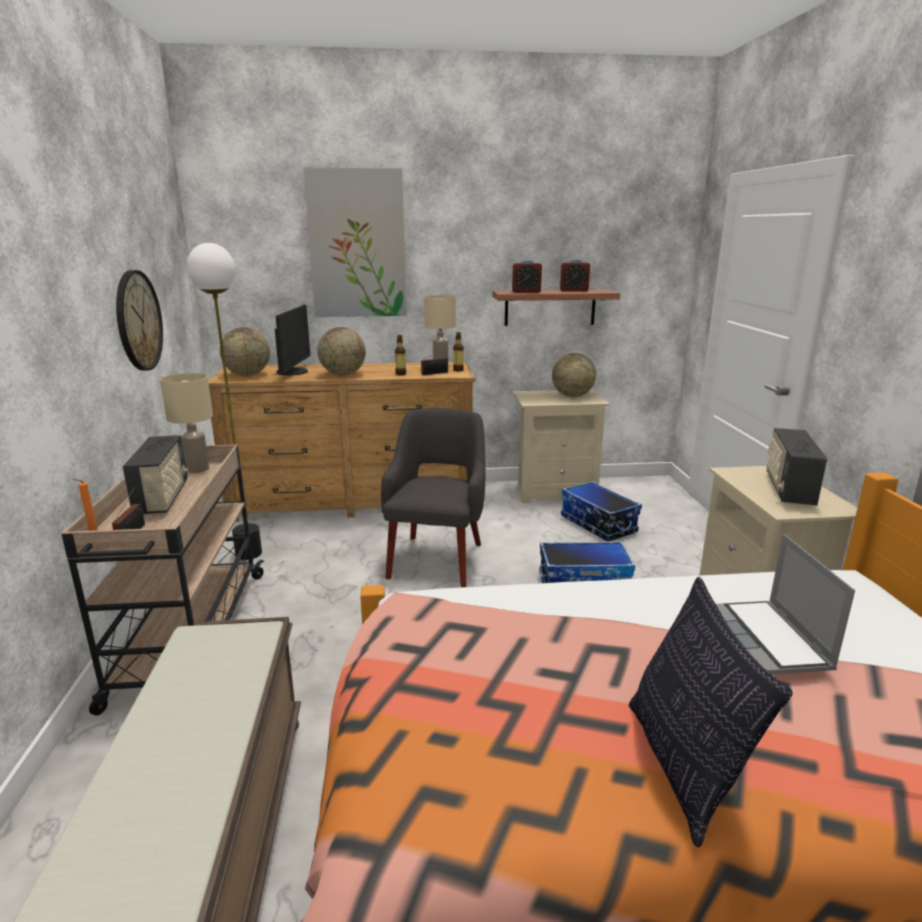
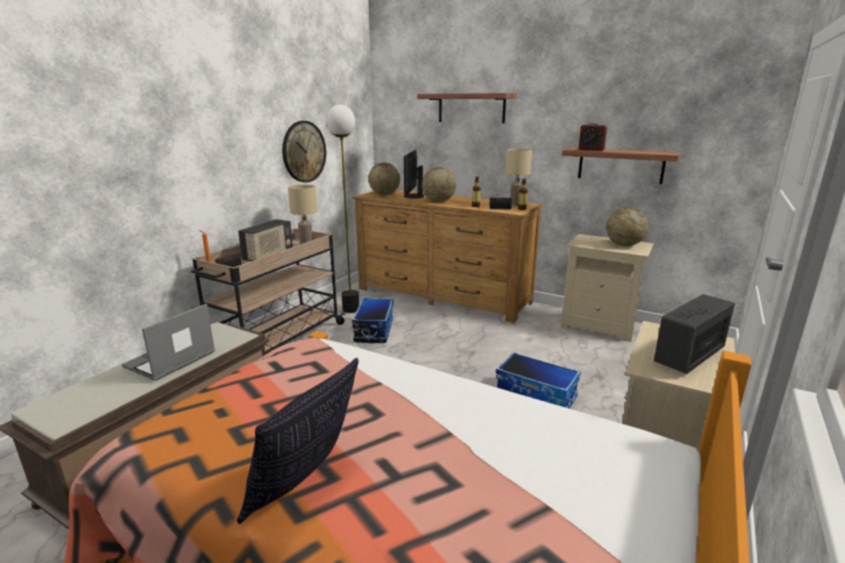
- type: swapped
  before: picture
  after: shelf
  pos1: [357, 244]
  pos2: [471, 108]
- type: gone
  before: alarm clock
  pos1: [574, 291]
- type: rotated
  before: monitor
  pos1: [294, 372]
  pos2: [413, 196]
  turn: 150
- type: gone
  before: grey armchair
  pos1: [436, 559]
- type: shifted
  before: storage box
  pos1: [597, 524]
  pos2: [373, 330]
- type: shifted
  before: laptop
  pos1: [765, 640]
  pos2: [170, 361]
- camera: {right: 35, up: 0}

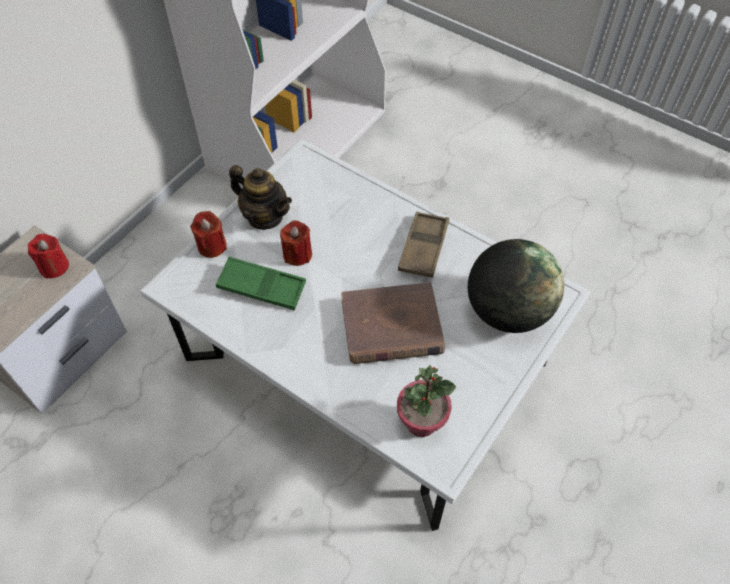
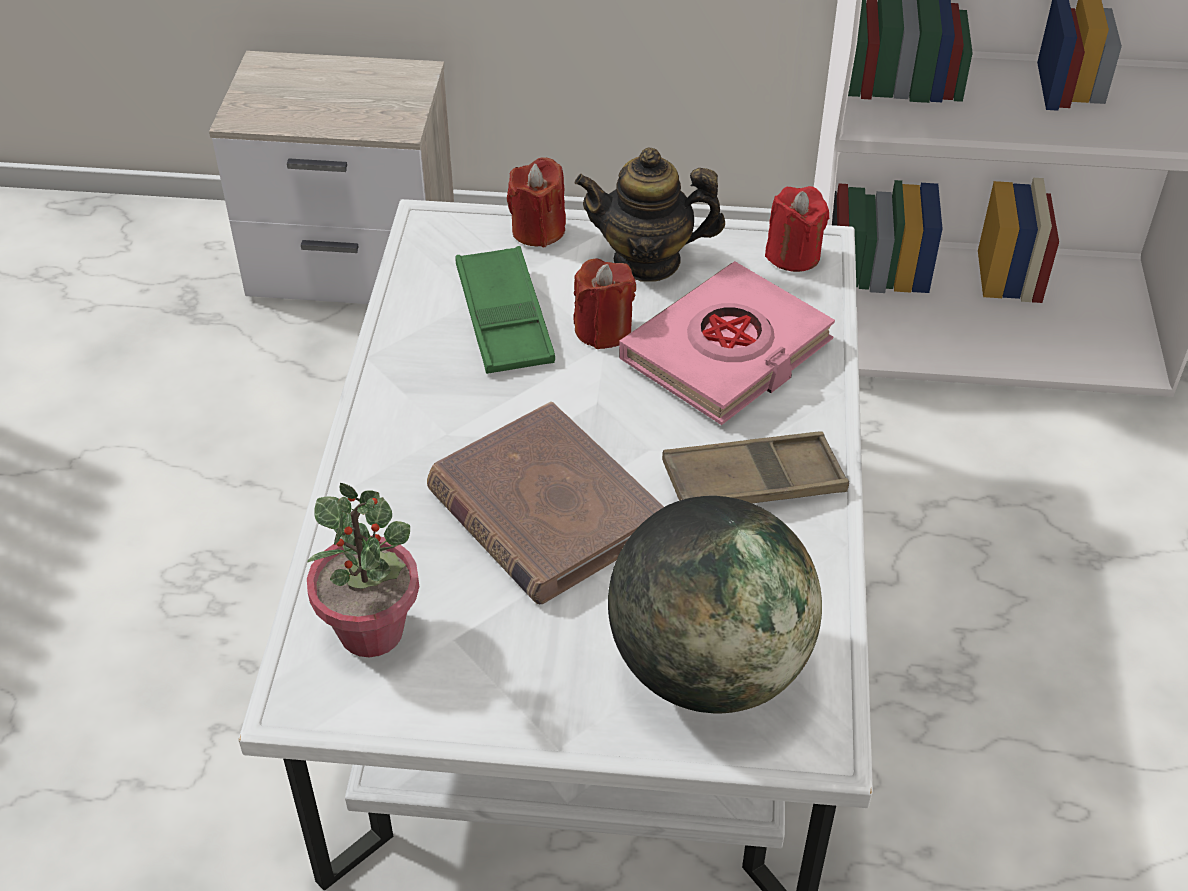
- type: rotated
  before: teapot
  pos1: [265, 217]
  pos2: [647, 261]
  turn: 90
- type: shifted
  before: red candle
  pos1: [54, 266]
  pos2: [793, 255]
- type: new
  after: pink book
  pos2: [727, 352]
- camera: {right: 60, up: -10}

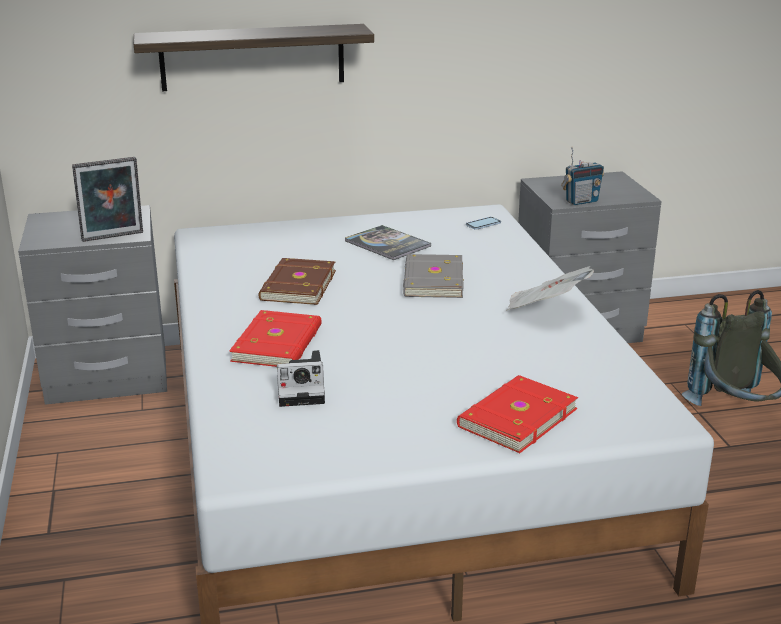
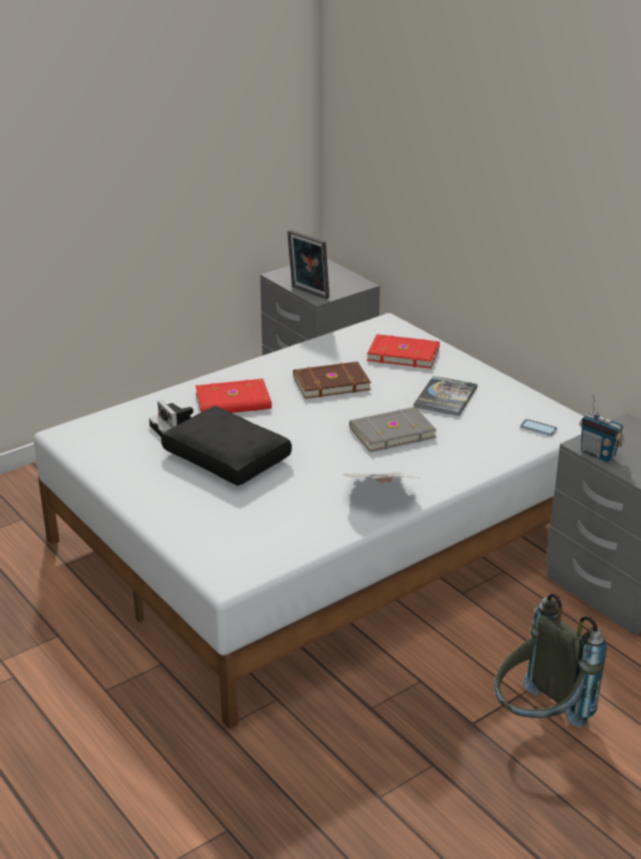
- type: gone
  before: shelf
  pos1: [252, 57]
- type: shifted
  before: red book
  pos1: [515, 417]
  pos2: [403, 354]
- type: new
  after: black pillow
  pos2: [228, 457]
- camera: {right: 65, up: 5}

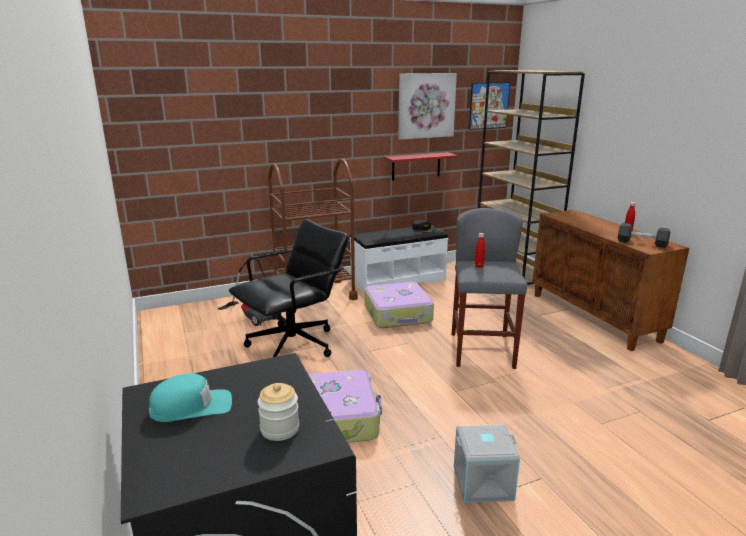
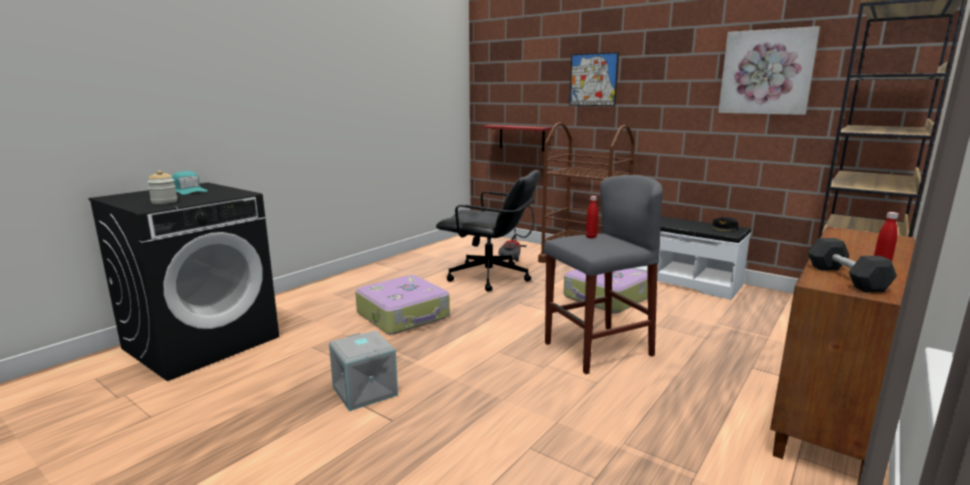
- type: shifted
  before: picture
  pos1: [489, 105]
  pos2: [593, 80]
- type: shifted
  before: red shelf
  pos1: [416, 166]
  pos2: [521, 137]
- camera: {right: 60, up: -5}

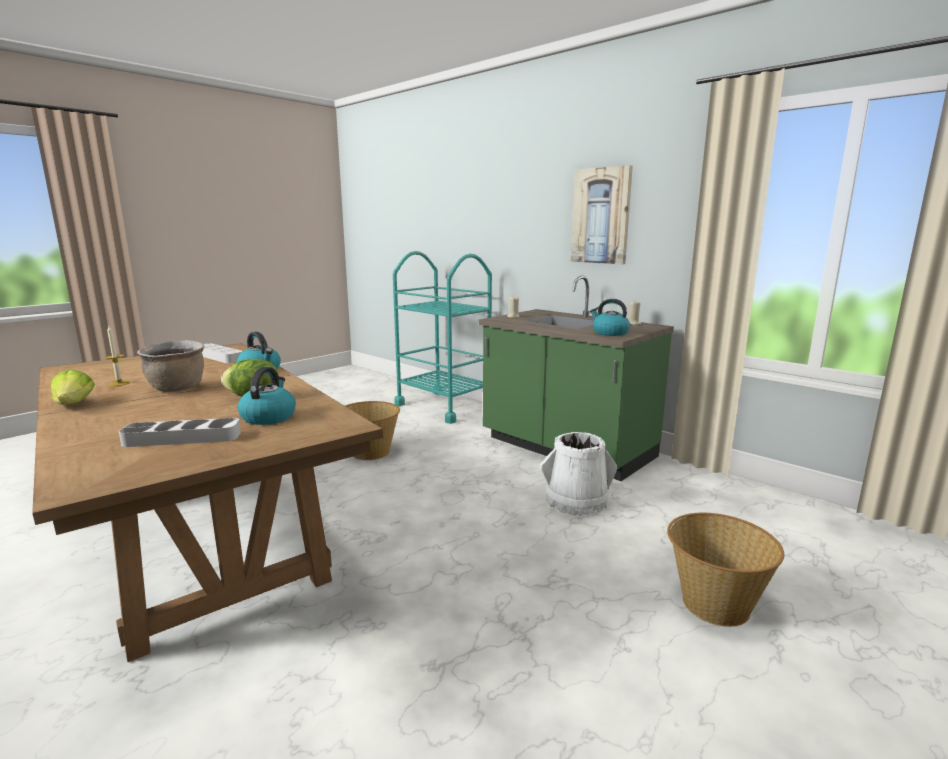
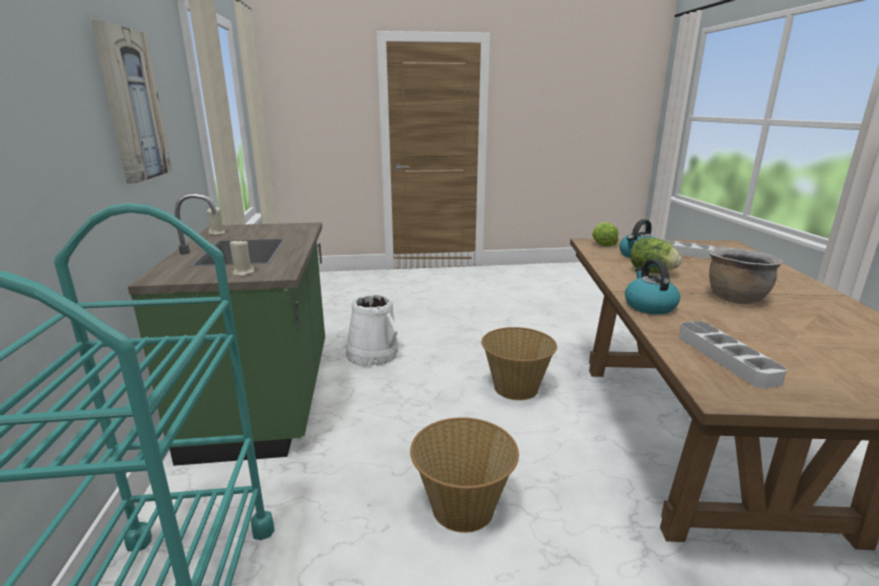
- type: gone
  before: kettle
  pos1: [609, 333]
- type: gone
  before: candle
  pos1: [119, 383]
- type: shifted
  before: lettuce
  pos1: [74, 404]
  pos2: [603, 244]
- type: shifted
  before: basket
  pos1: [714, 603]
  pos2: [515, 388]
- camera: {right: -140, up: 5}

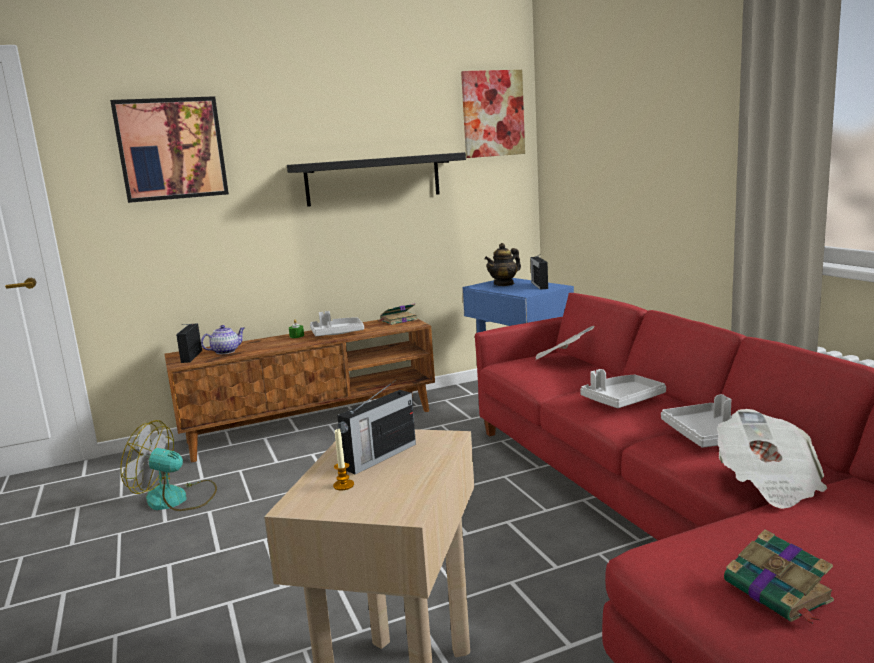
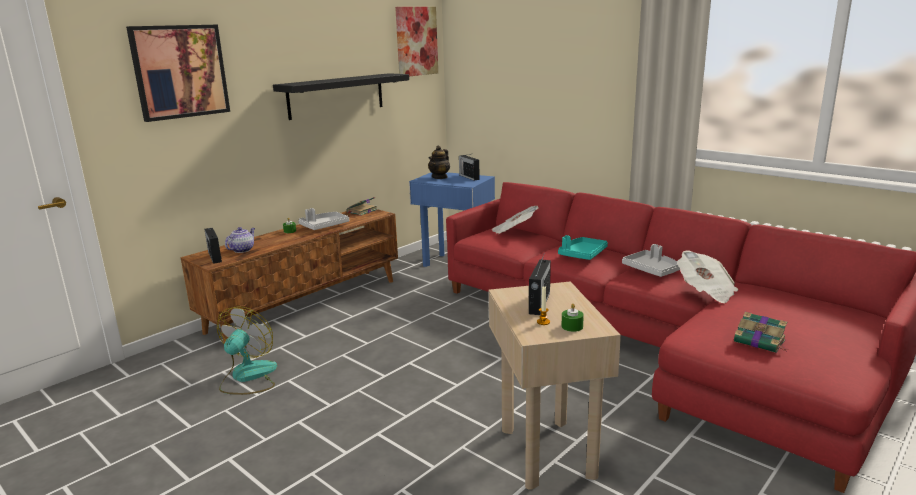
- type: repainted
  before: grey tray
  after: turquoise tray
  pos1: [622, 400]
  pos2: [582, 254]
- type: rotated
  before: fan
  pos1: [176, 499]
  pos2: [248, 377]
  turn: 120
- type: new
  after: green candle
  pos2: [572, 326]
- camera: {right: -25, up: 5}

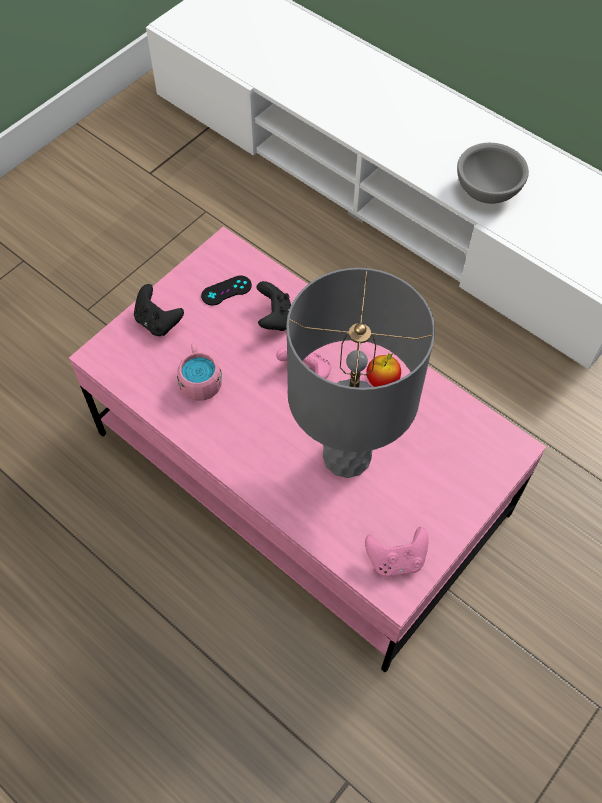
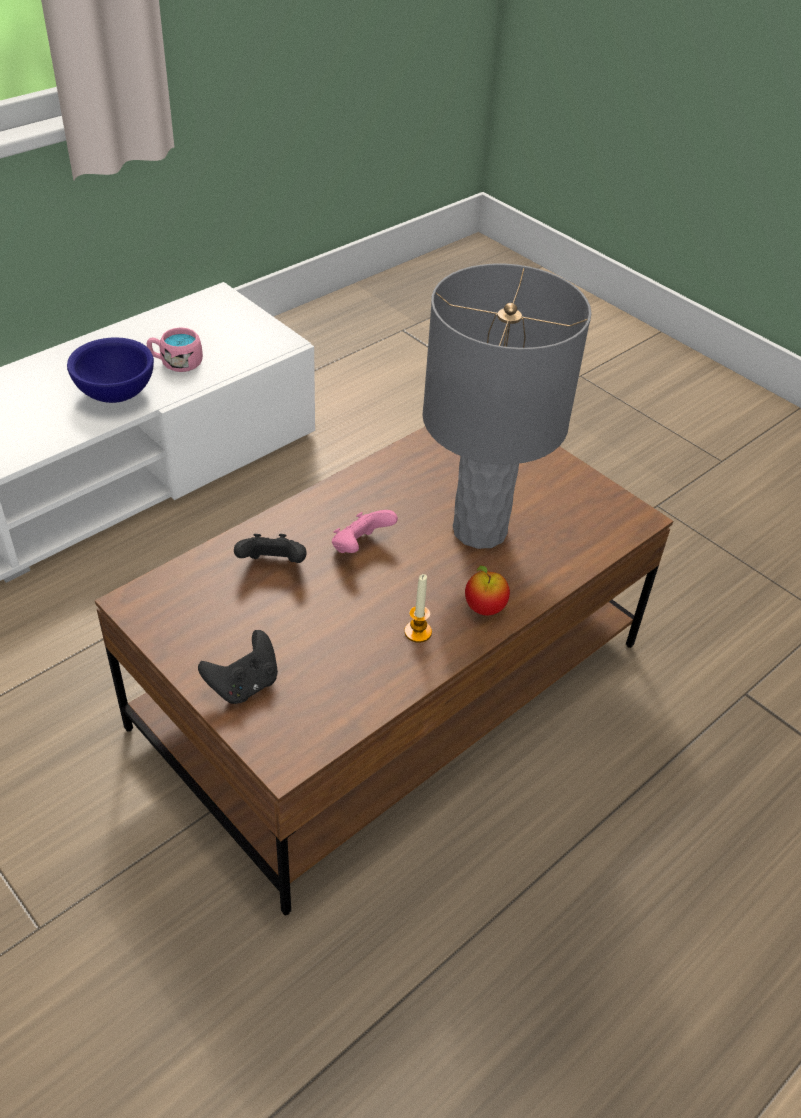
- type: repainted
  before: grey bowl
  after: blue bowl
  pos1: [487, 192]
  pos2: [117, 393]
- type: repainted
  before: pink coffee table
  after: brown coffee table
  pos1: [301, 473]
  pos2: [391, 684]
- type: gone
  before: black game controller
  pos1: [226, 291]
- type: shifted
  before: pink mug
  pos1: [200, 379]
  pos2: [176, 363]
- type: shifted
  before: apple
  pos1: [382, 381]
  pos2: [484, 608]
- type: gone
  before: pink game controller
  pos1: [396, 559]
- type: new
  after: candle
  pos2: [418, 632]
- camera: {right: -85, up: -15}

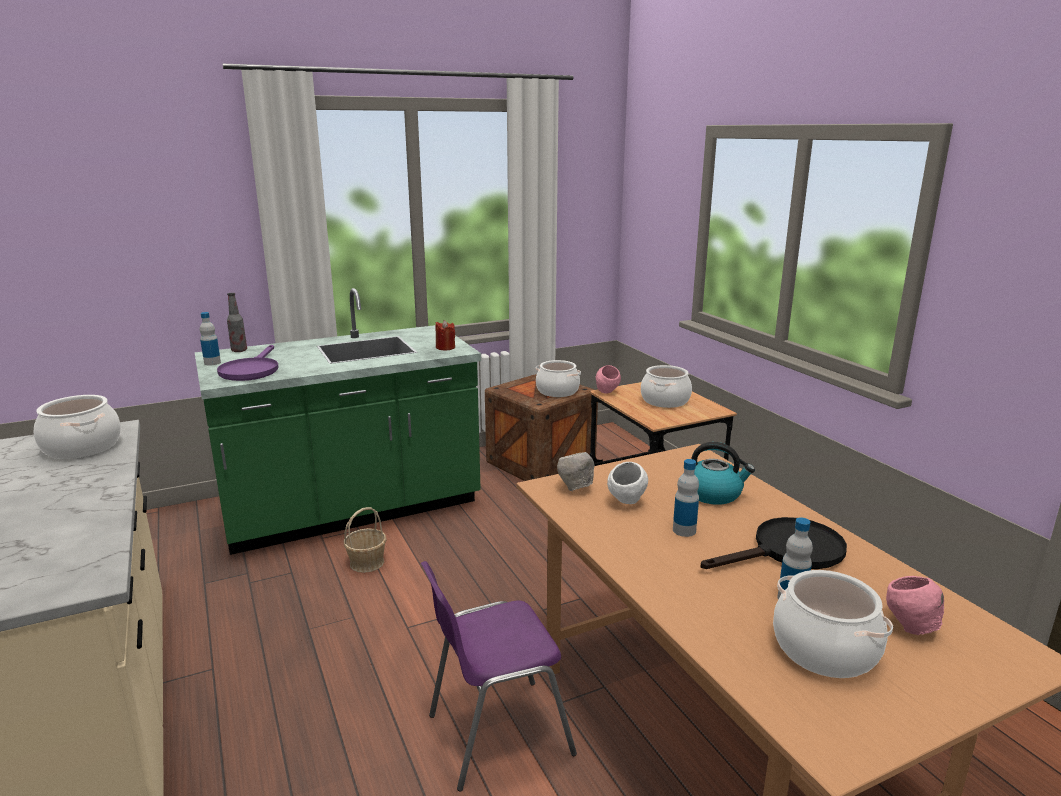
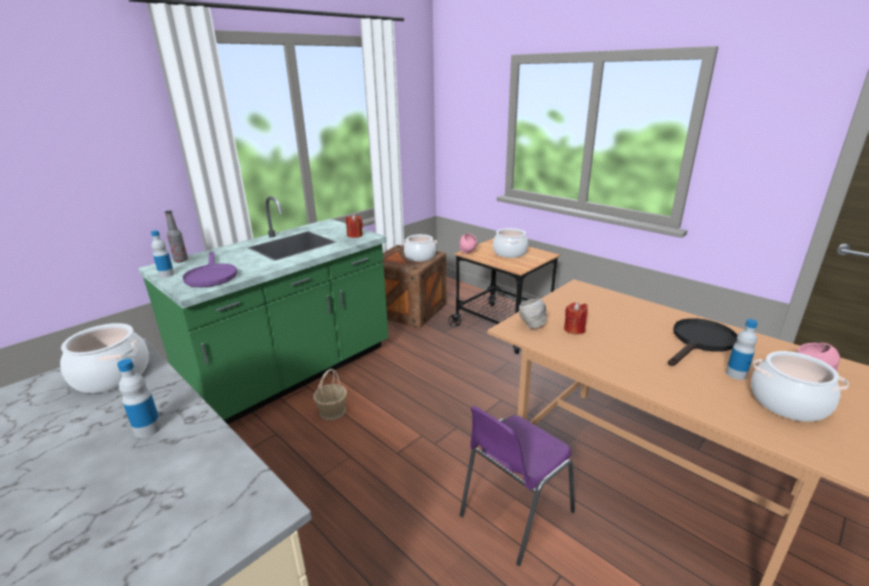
- type: gone
  before: kettle
  pos1: [713, 494]
- type: shifted
  before: bottle
  pos1: [684, 530]
  pos2: [148, 429]
- type: swapped
  before: white bowl
  after: red candle
  pos1: [626, 503]
  pos2: [574, 329]
- camera: {right: -20, up: 5}

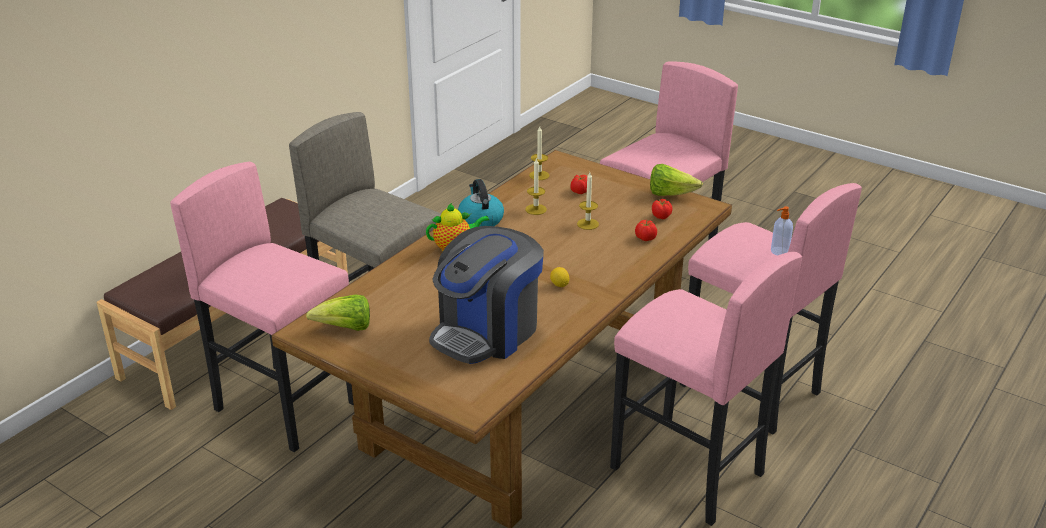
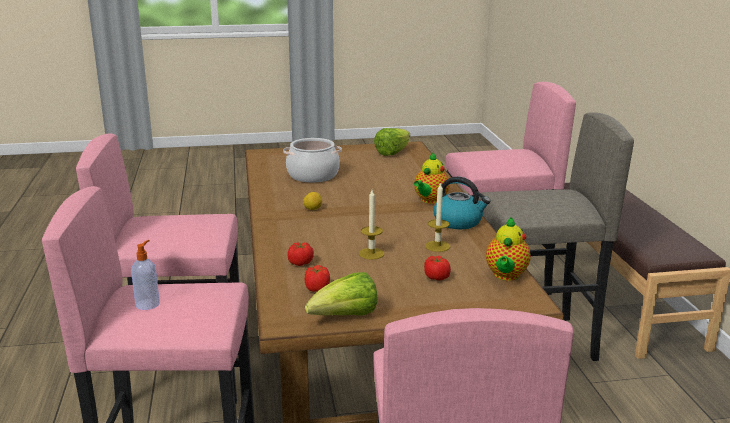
- type: swapped
  before: candle
  after: teapot
  pos1: [539, 175]
  pos2: [506, 276]
- type: swapped
  before: coffee machine
  after: cooking pot
  pos1: [487, 332]
  pos2: [312, 175]
- camera: {right: 135, up: -10}

